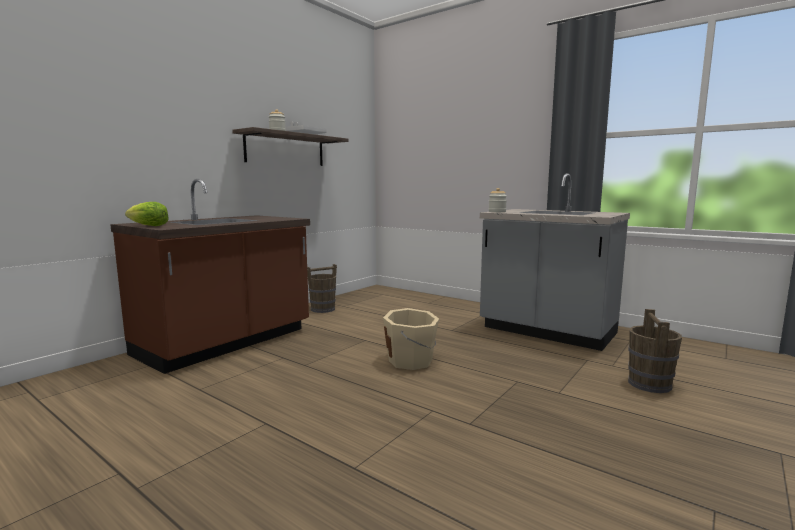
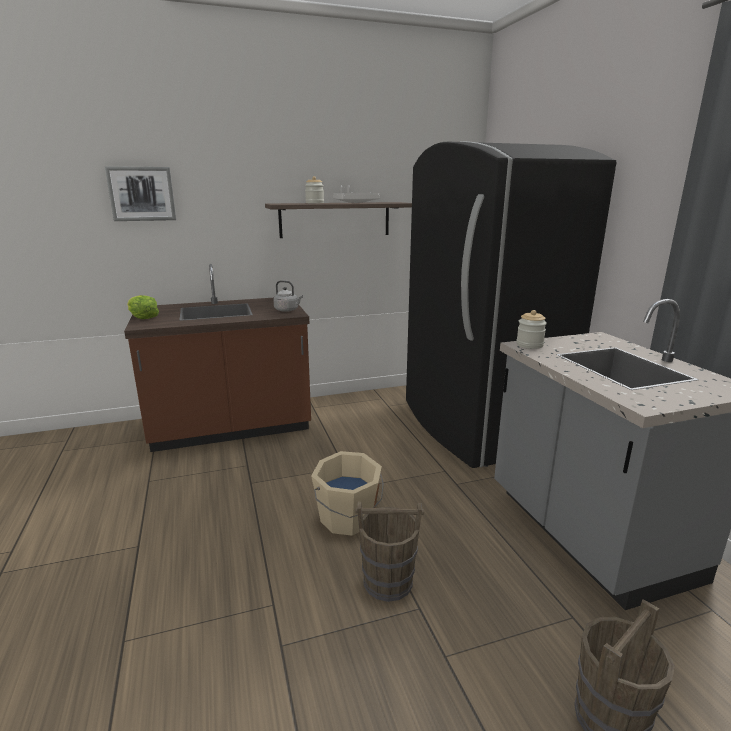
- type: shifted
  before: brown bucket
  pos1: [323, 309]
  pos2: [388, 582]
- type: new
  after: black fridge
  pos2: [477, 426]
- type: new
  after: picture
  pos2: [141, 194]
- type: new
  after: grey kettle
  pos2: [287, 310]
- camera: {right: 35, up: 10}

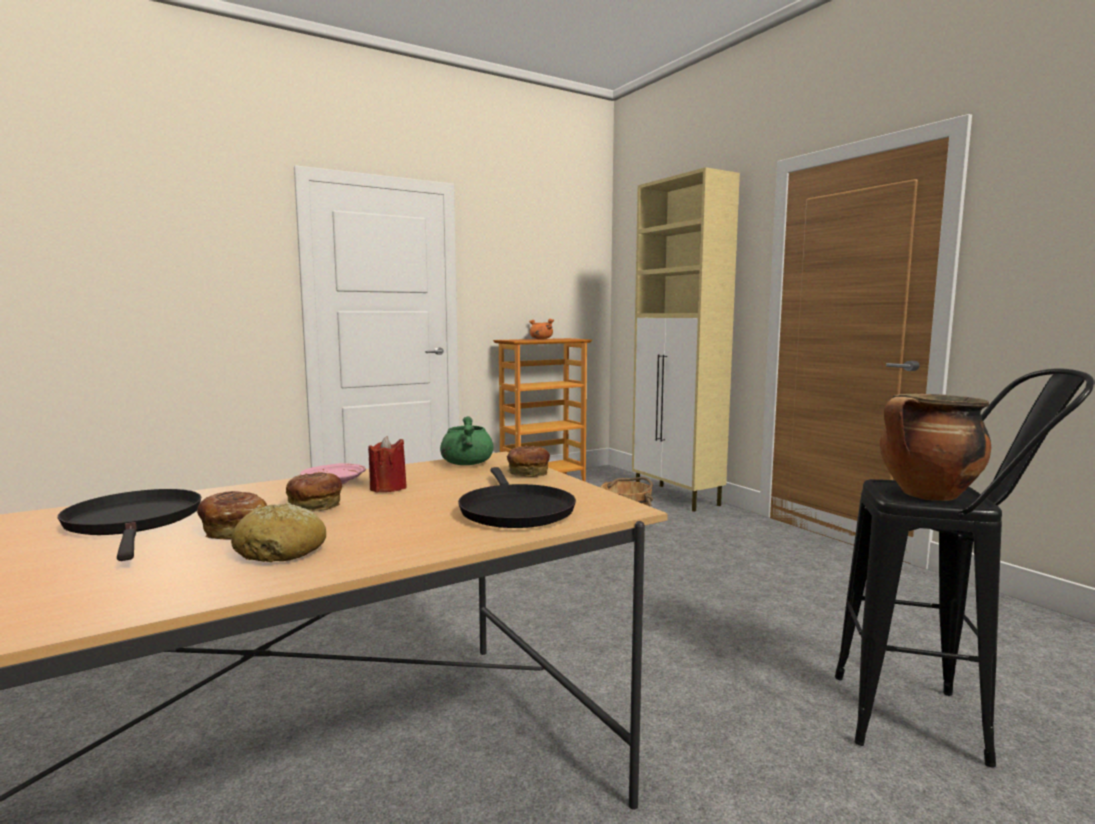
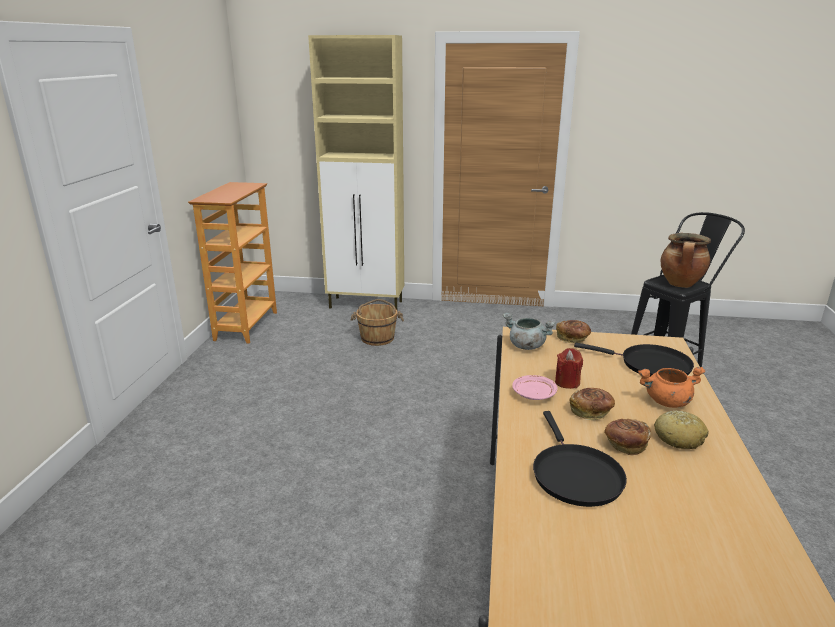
- type: shifted
  before: orange cooking pot
  pos1: [540, 339]
  pos2: [666, 402]
- type: repainted
  before: green cooking pot
  after: grey cooking pot
  pos1: [466, 463]
  pos2: [526, 346]
- type: rotated
  before: black frying pan
  pos1: [135, 522]
  pos2: [574, 475]
  turn: -105
- camera: {right: -50, up: 15}

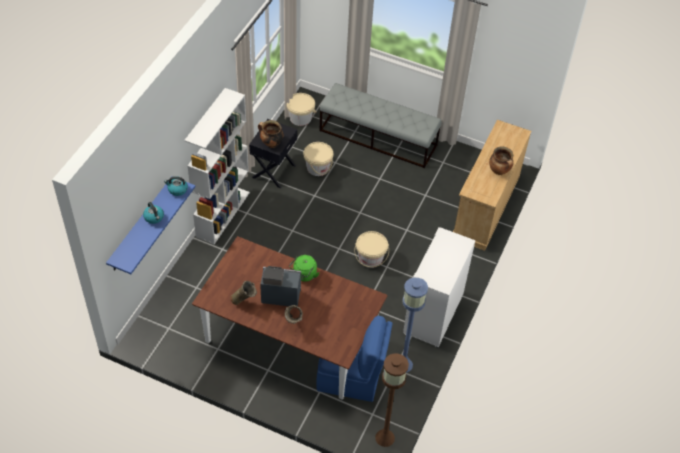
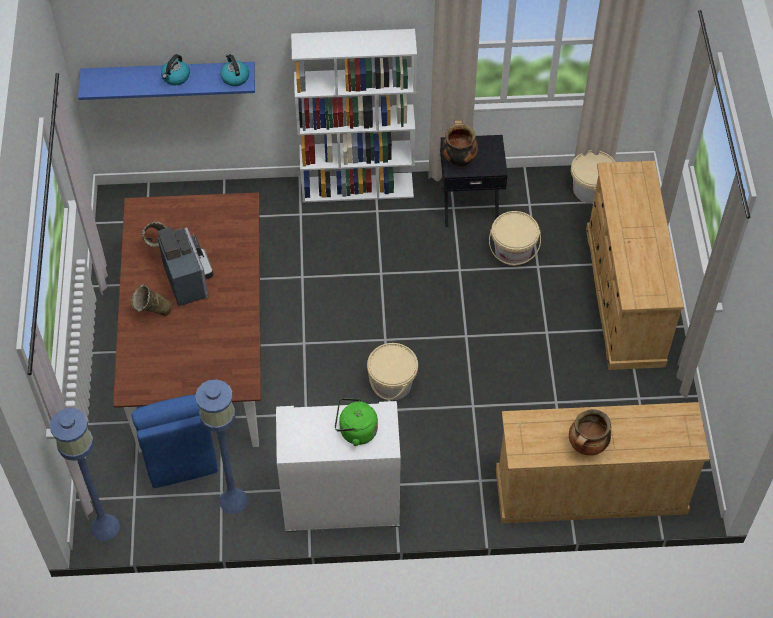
- type: swapped
  before: grey bench
  after: beige dresser
  pos1: [378, 138]
  pos2: [625, 297]
- type: shifted
  before: green kettle
  pos1: [304, 275]
  pos2: [355, 431]
- type: repainted
  before: brown floor lamp
  after: blue floor lamp
  pos1: [385, 438]
  pos2: [104, 527]
- camera: {right: 65, up: 5}

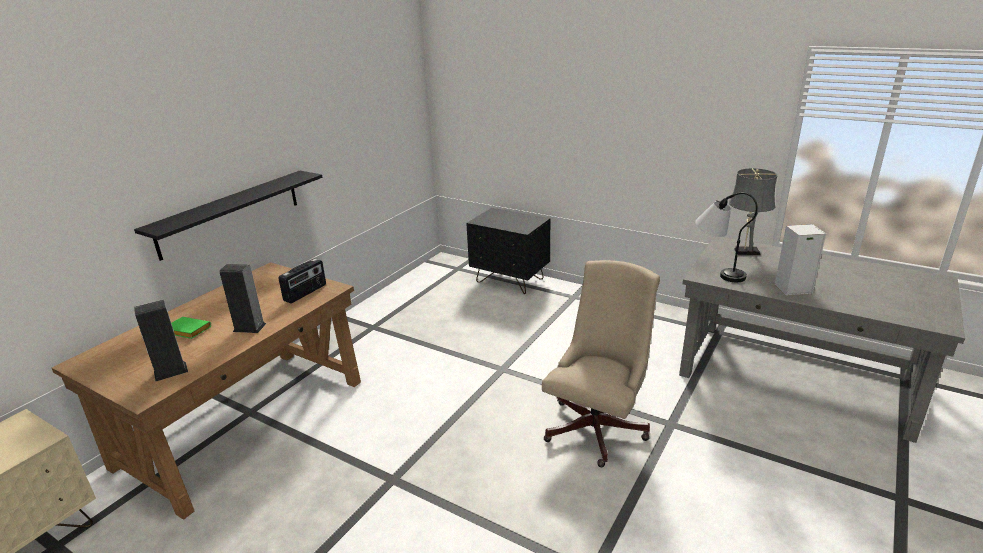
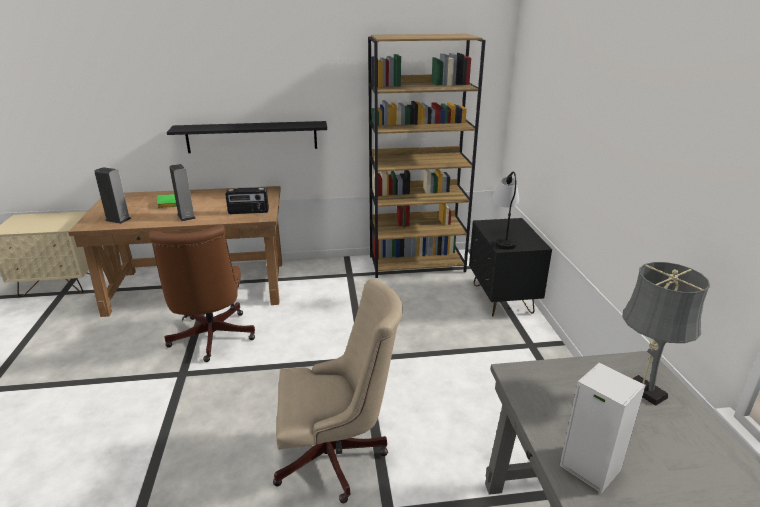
- type: shifted
  before: table lamp
  pos1: [716, 272]
  pos2: [503, 238]
- type: new
  after: brown bookcase
  pos2: [417, 264]
- type: new
  after: brown office chair
  pos2: [211, 339]
- camera: {right: 50, up: 0}

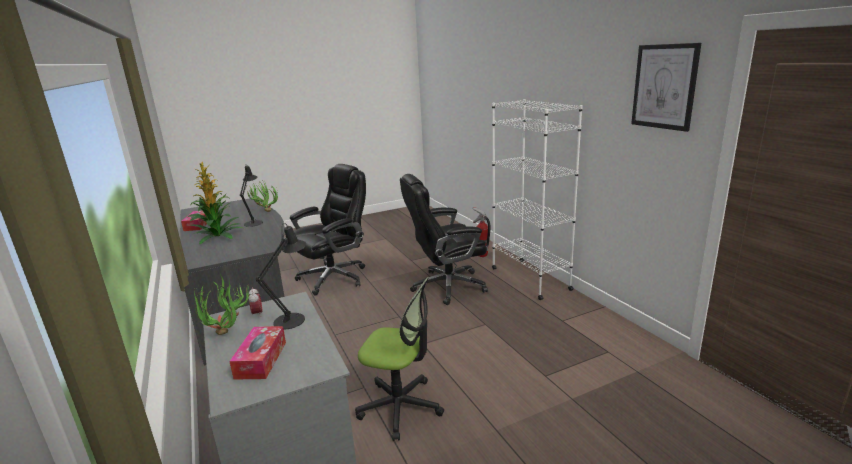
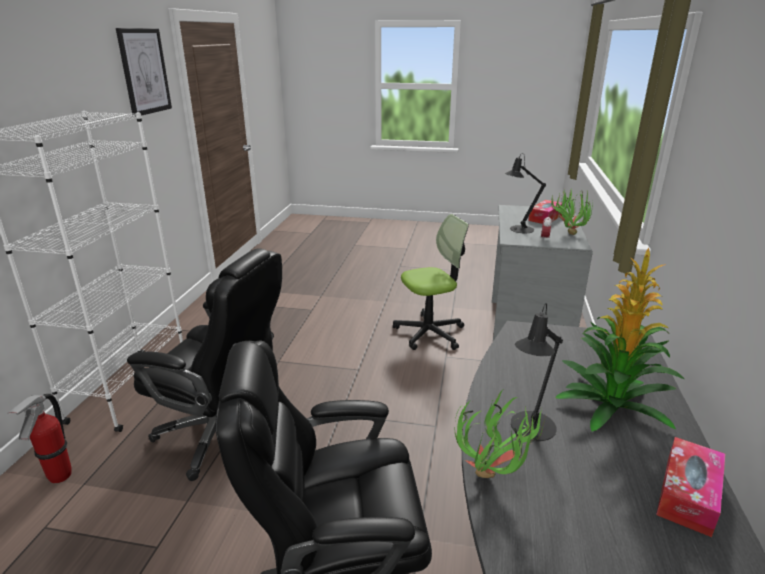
- type: rotated
  before: office chair
  pos1: [400, 407]
  pos2: [429, 333]
  turn: 105
- camera: {right: -145, up: 5}

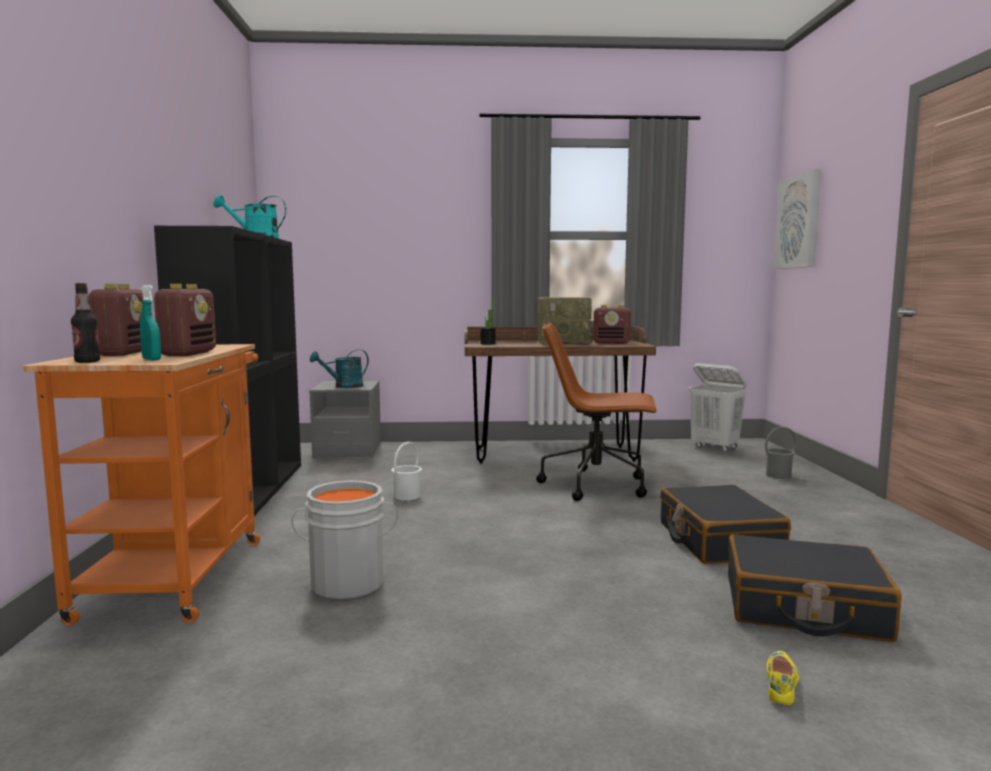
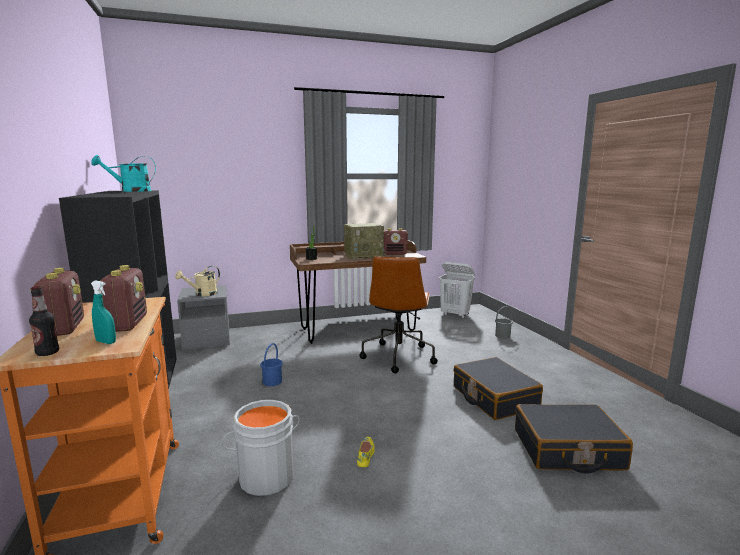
- type: gone
  before: picture
  pos1: [798, 222]
- type: rotated
  before: brown office chair
  pos1: [597, 485]
  pos2: [398, 356]
  turn: -75
- type: repainted
  before: turquoise watering can
  after: beige watering can
  pos1: [343, 386]
  pos2: [202, 294]
- type: repainted
  before: white bucket
  after: blue bucket
  pos1: [406, 496]
  pos2: [272, 382]
- type: shifted
  before: yellow shoe
  pos1: [782, 684]
  pos2: [366, 455]
- camera: {right: -15, up: 5}

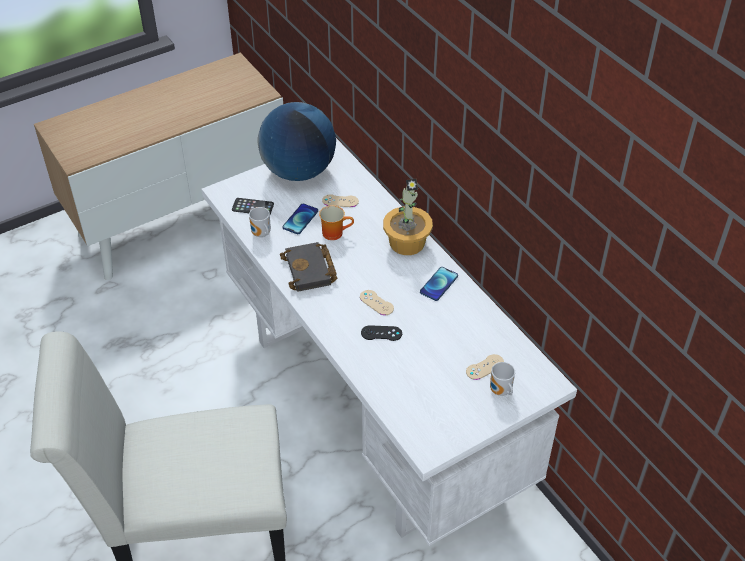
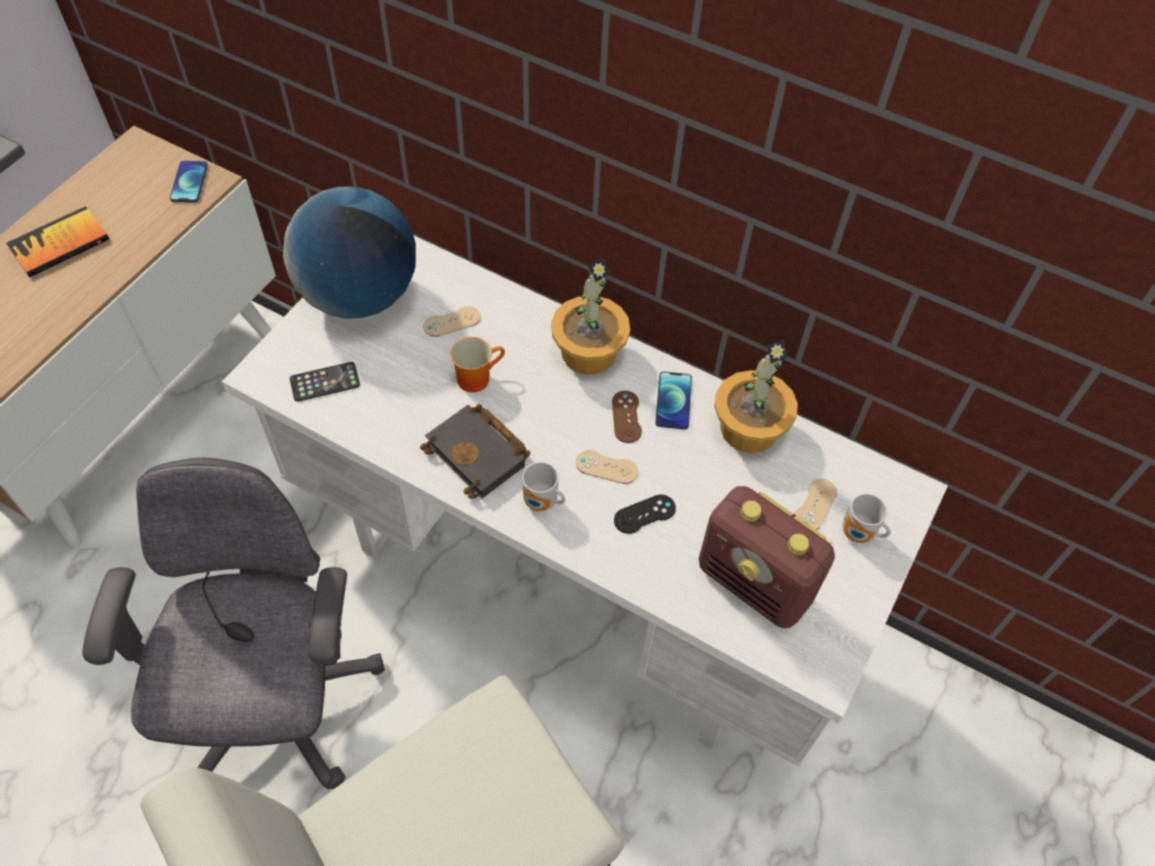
- type: shifted
  before: phone
  pos1: [300, 219]
  pos2: [189, 182]
- type: shifted
  before: mug
  pos1: [261, 234]
  pos2: [541, 503]
- type: new
  after: book
  pos2: [59, 244]
- type: new
  after: potted plant
  pos2: [748, 428]
- type: new
  after: brown game controller
  pos2: [626, 417]
- type: new
  after: grey office chair
  pos2: [277, 706]
- type: new
  after: radio
  pos2: [755, 584]
- camera: {right: -30, up: 10}

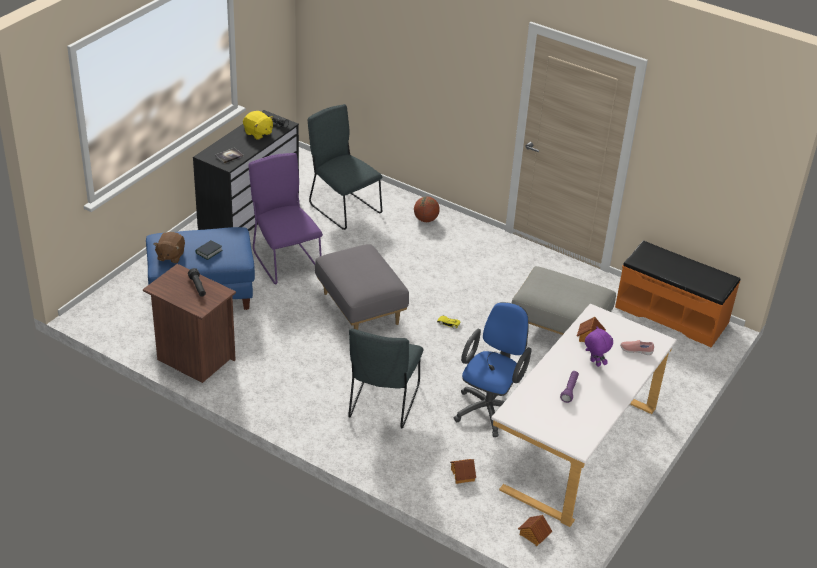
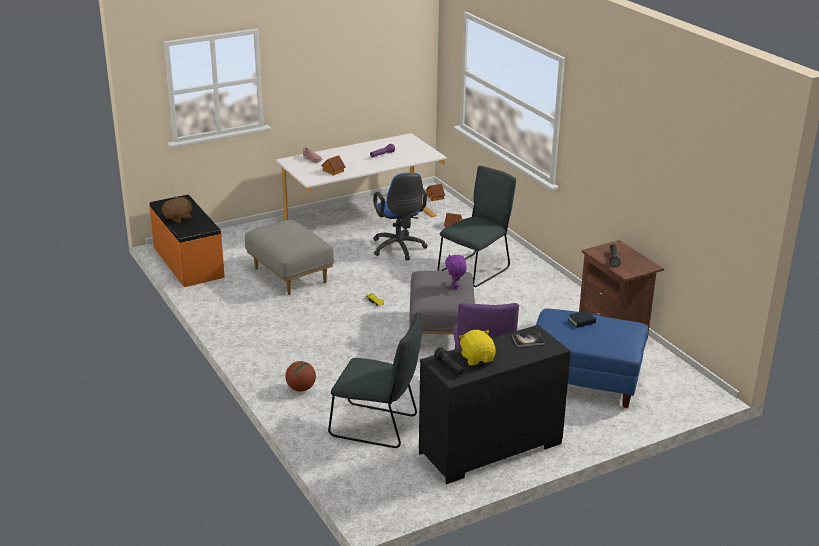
- type: rotated
  before: grey chair
  pos1: [342, 207]
  pos2: [377, 427]
  turn: -60
- type: shifted
  before: brown plush toy
  pos1: [170, 256]
  pos2: [178, 218]
- type: rotated
  before: blue office chair
  pos1: [490, 408]
  pos2: [399, 249]
  turn: -75
- type: shifted
  before: purple plush toy
  pos1: [594, 363]
  pos2: [455, 287]
- camera: {right: -150, up: -10}

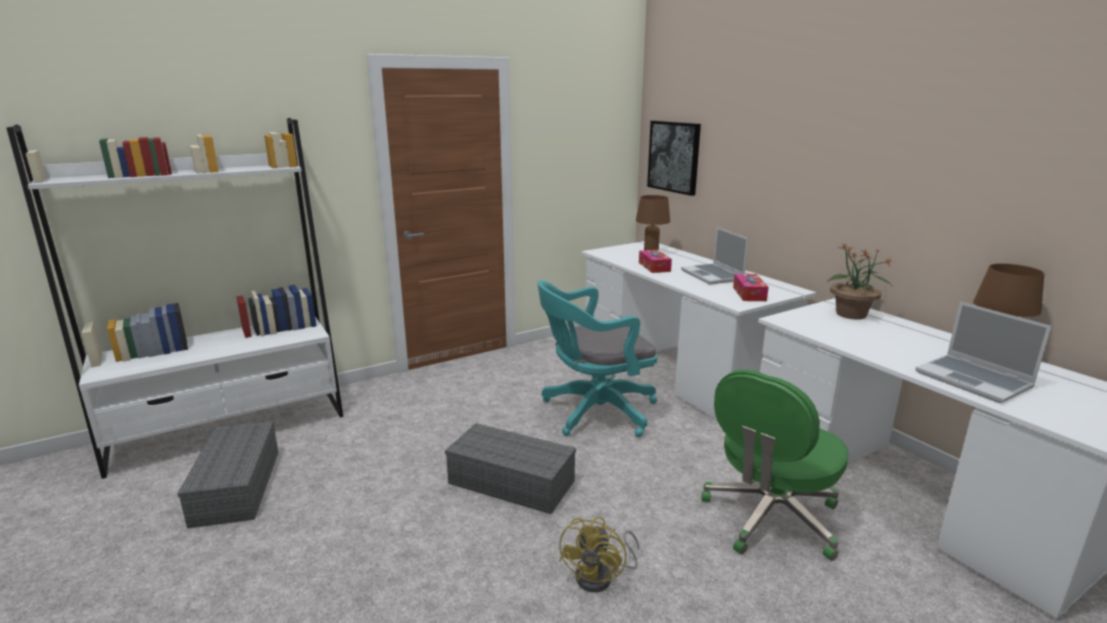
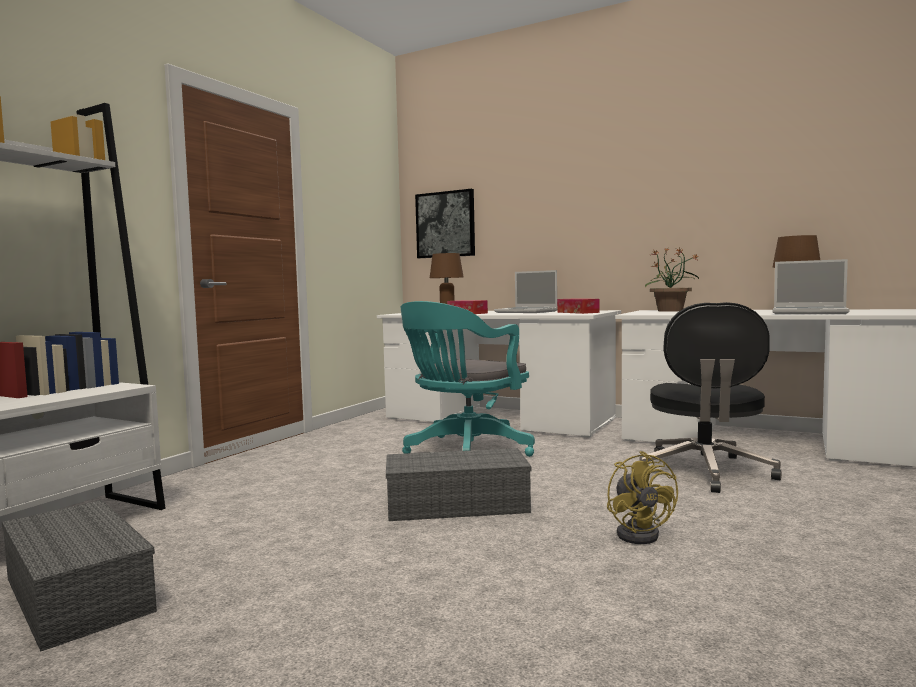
- type: repainted
  before: green office chair
  after: black office chair
  pos1: [770, 518]
  pos2: [705, 472]
- camera: {right: -30, up: -15}

